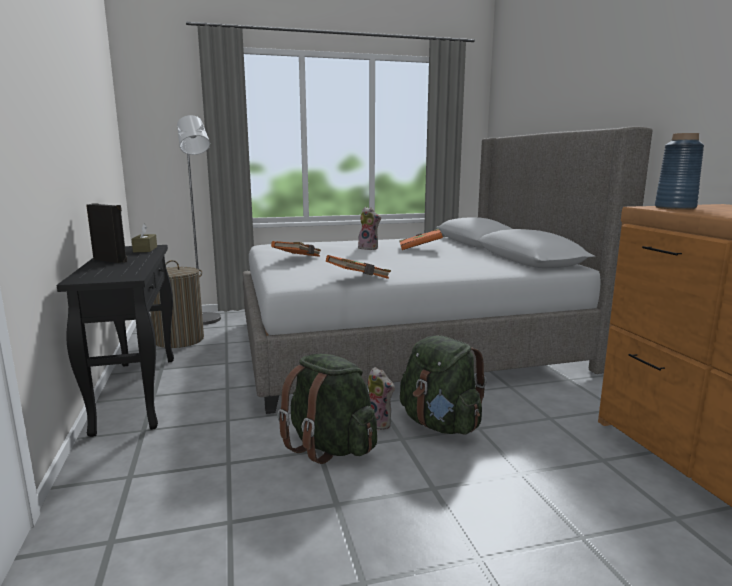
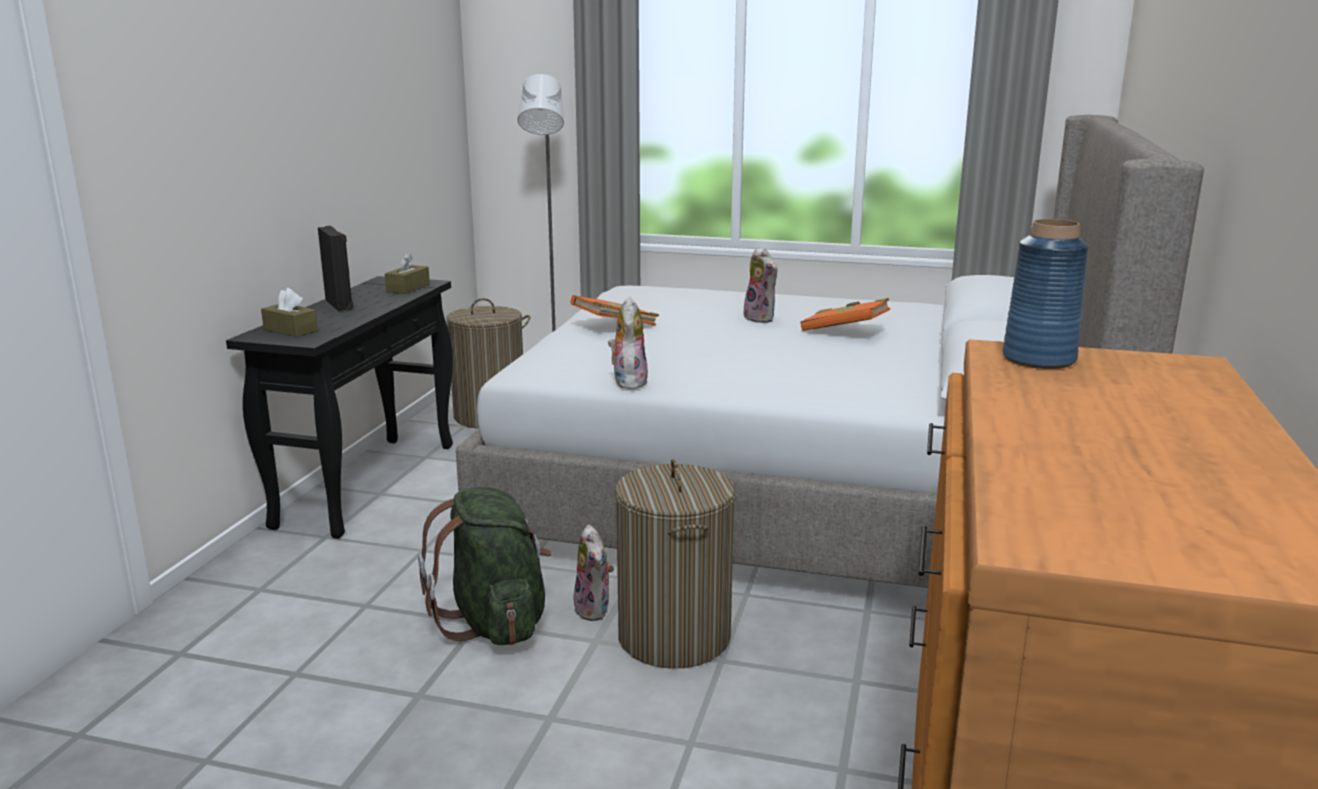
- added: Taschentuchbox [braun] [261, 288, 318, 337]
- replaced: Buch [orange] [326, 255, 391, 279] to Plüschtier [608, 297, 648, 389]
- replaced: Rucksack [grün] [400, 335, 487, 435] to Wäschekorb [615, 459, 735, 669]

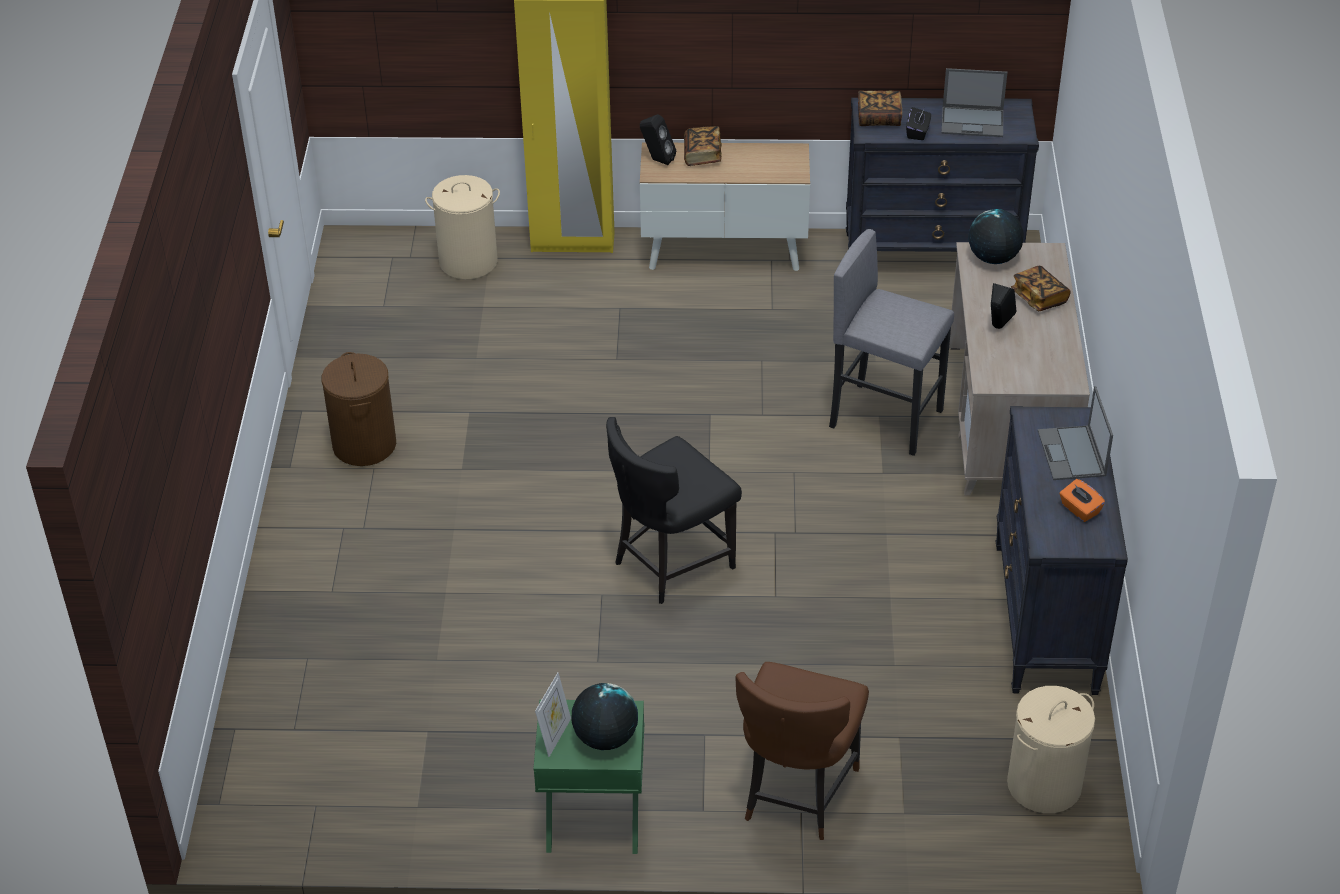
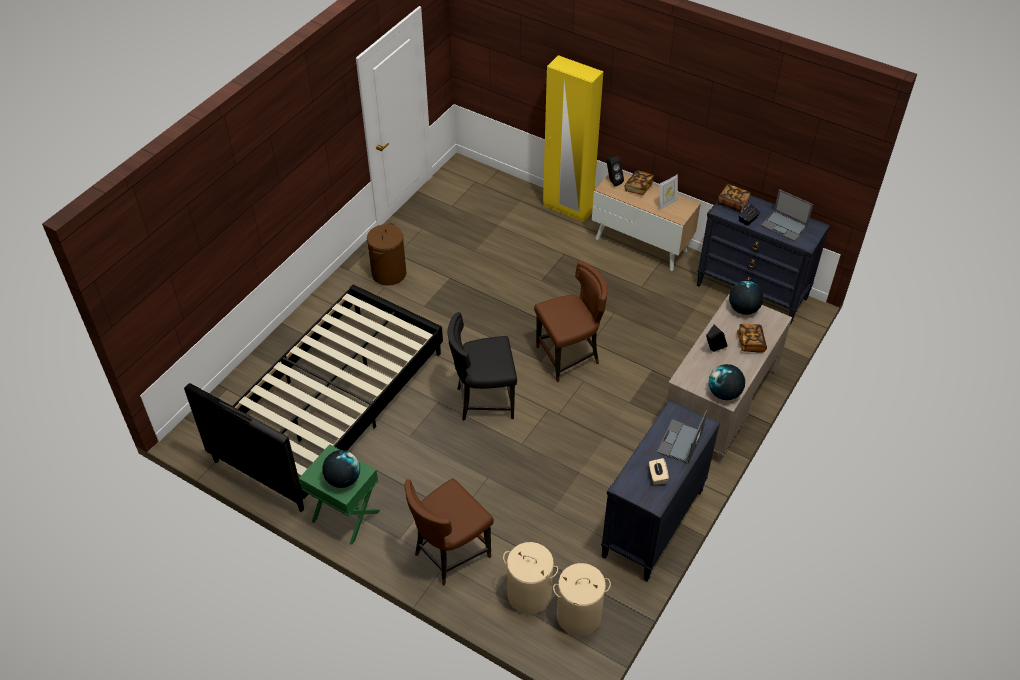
- removed: Hocker [grau] [829, 229, 954, 456]
- added: Bett [schwarz] [184, 285, 443, 512]
- added: Stuhl [braun] [534, 261, 608, 382]
- added: Globus [709, 364, 745, 400]
- moved: Wäschekorb [beige] [425, 175, 500, 279] to [503, 542, 558, 614]
- moved: Bilderrahmen [535, 673, 571, 757] to [659, 174, 678, 210]
- recoloured: Taschentuchbox [orange] [1059, 479, 1105, 522] to Taschentuchbox [beige] [649, 458, 669, 485]

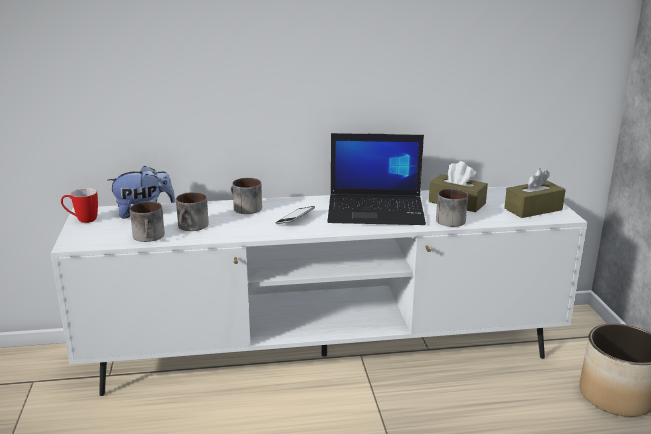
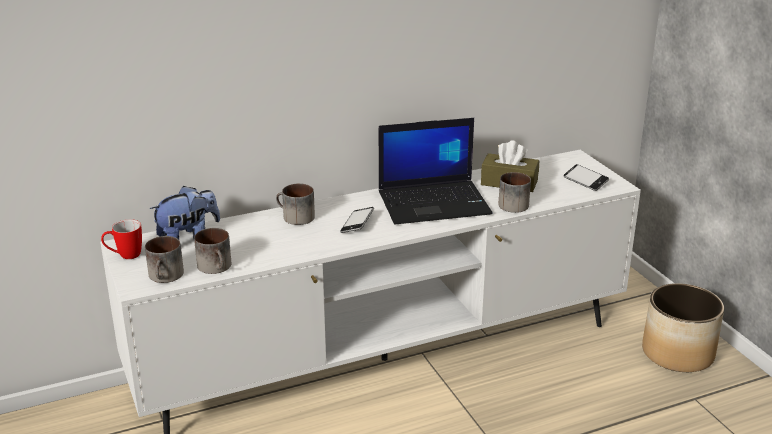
- moved: Henkelbecher [176, 192, 209, 231] to [145, 236, 184, 283]
- replaced: Taschentuchbox [braun] [504, 168, 566, 218] to Handy [563, 164, 609, 191]

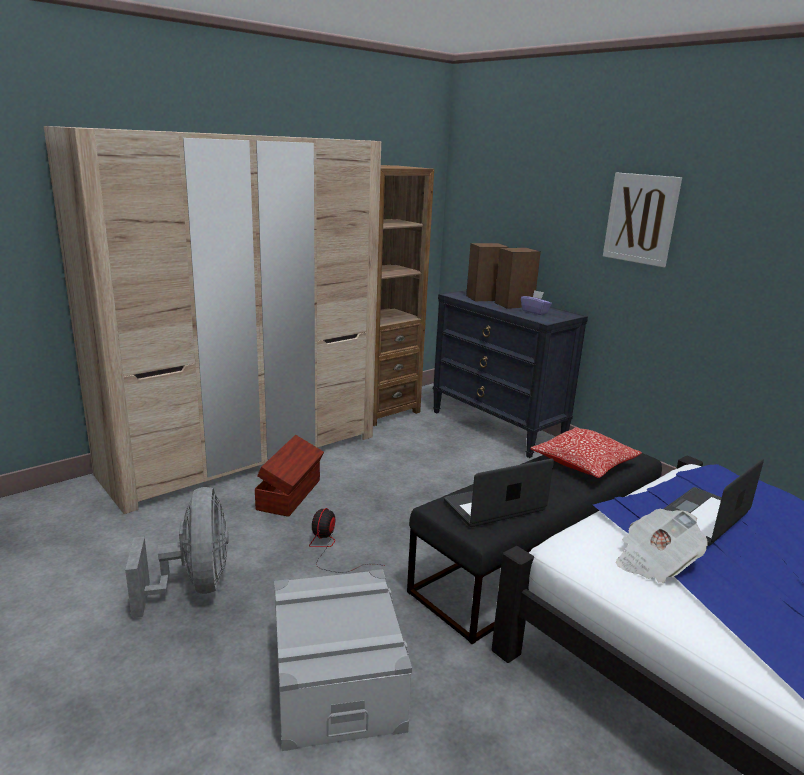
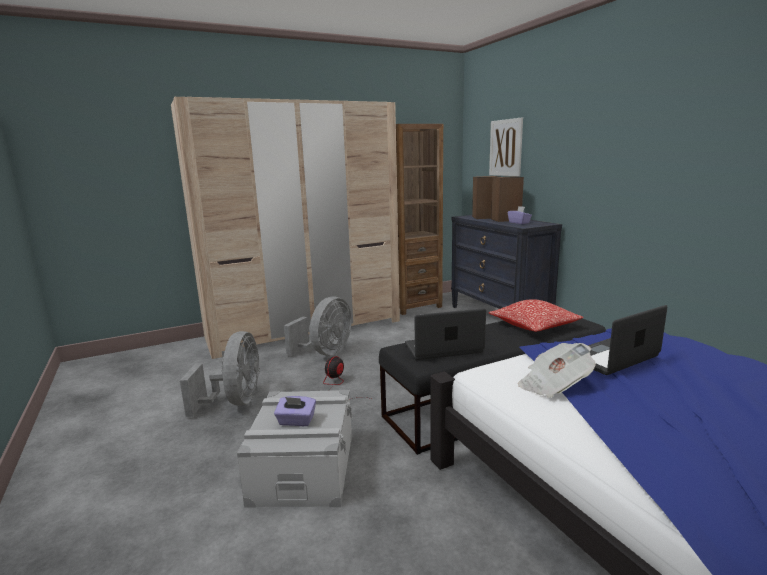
- added: Taschentuchbox [lila] [274, 396, 316, 426]
- moved: Bild [603, 172, 682, 267] to [489, 118, 523, 176]
- replaced: Aufbewahrungsbox [braun] [255, 435, 324, 517] to Ventilator [grau] [284, 297, 352, 356]

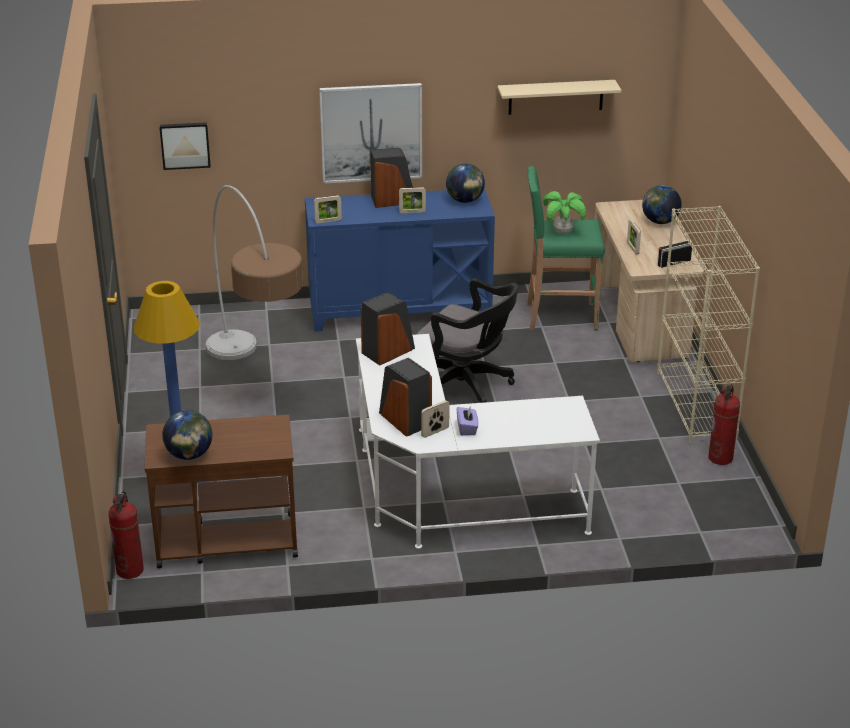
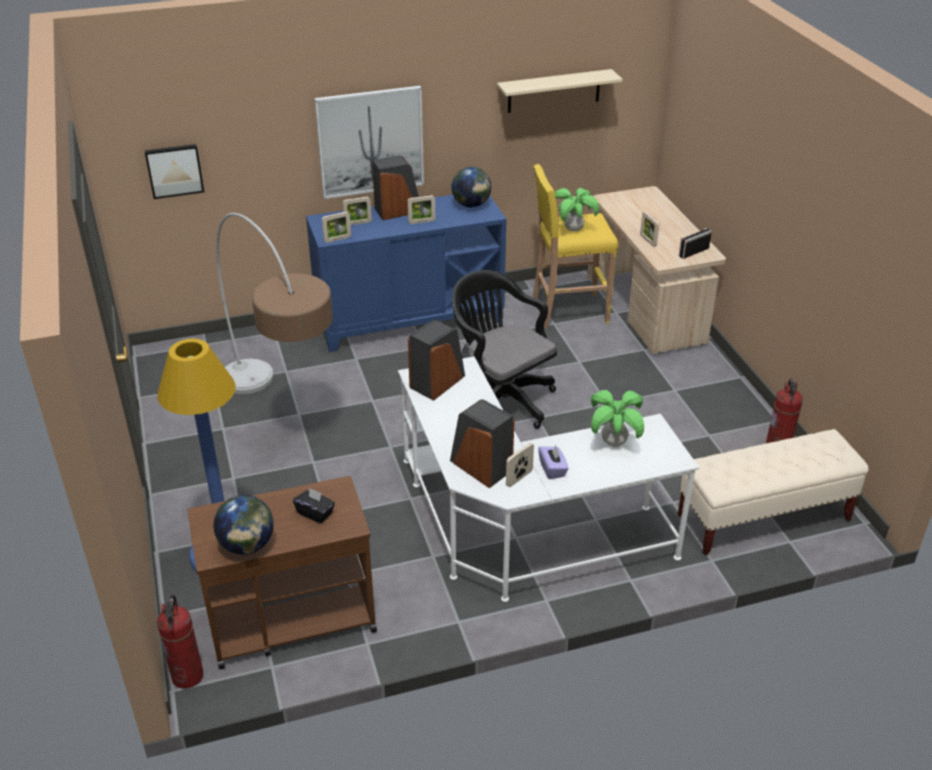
- removed: Globus [642, 185, 681, 224]
- removed: Bücherregal [beige] [657, 206, 760, 443]
- added: Taschentuchbox [schwarz] [293, 488, 335, 523]
- added: Bilderrahmen [343, 196, 372, 225]
- added: Topfpflanze [591, 390, 644, 447]
- added: Bank [beige] [678, 429, 868, 555]
- recoloured: Hocker [grün] [527, 166, 605, 331] to Hocker [gelb] [533, 164, 619, 329]
- turned: Bürostuhl [schwarz] [417, 278, 519, 403] = [452, 270, 557, 429] 150 degrees counterclockwise

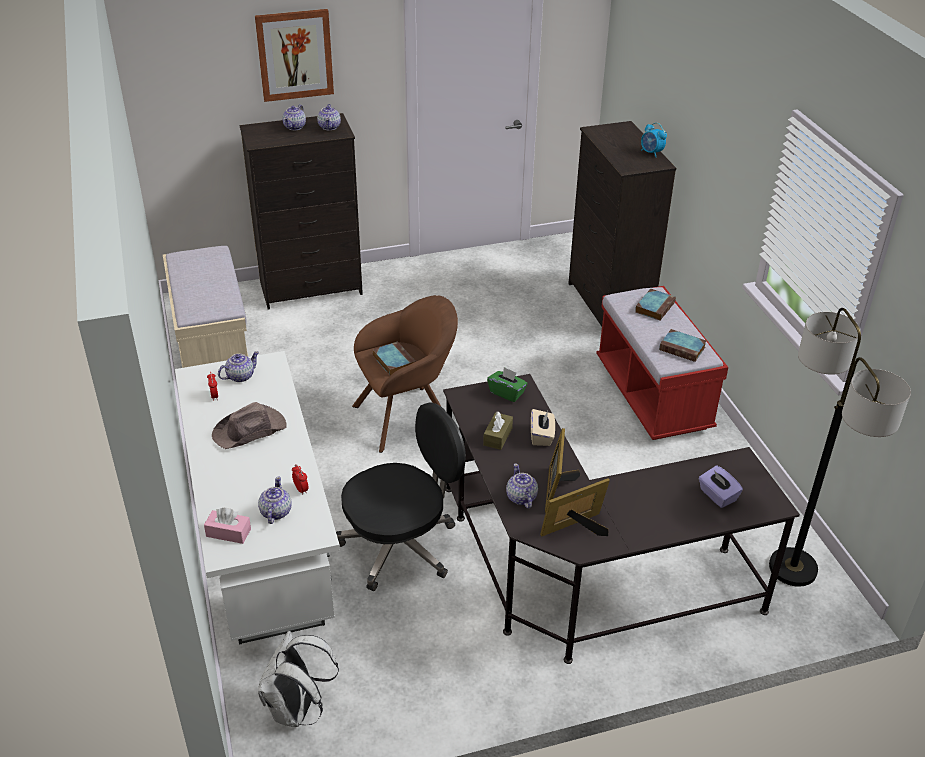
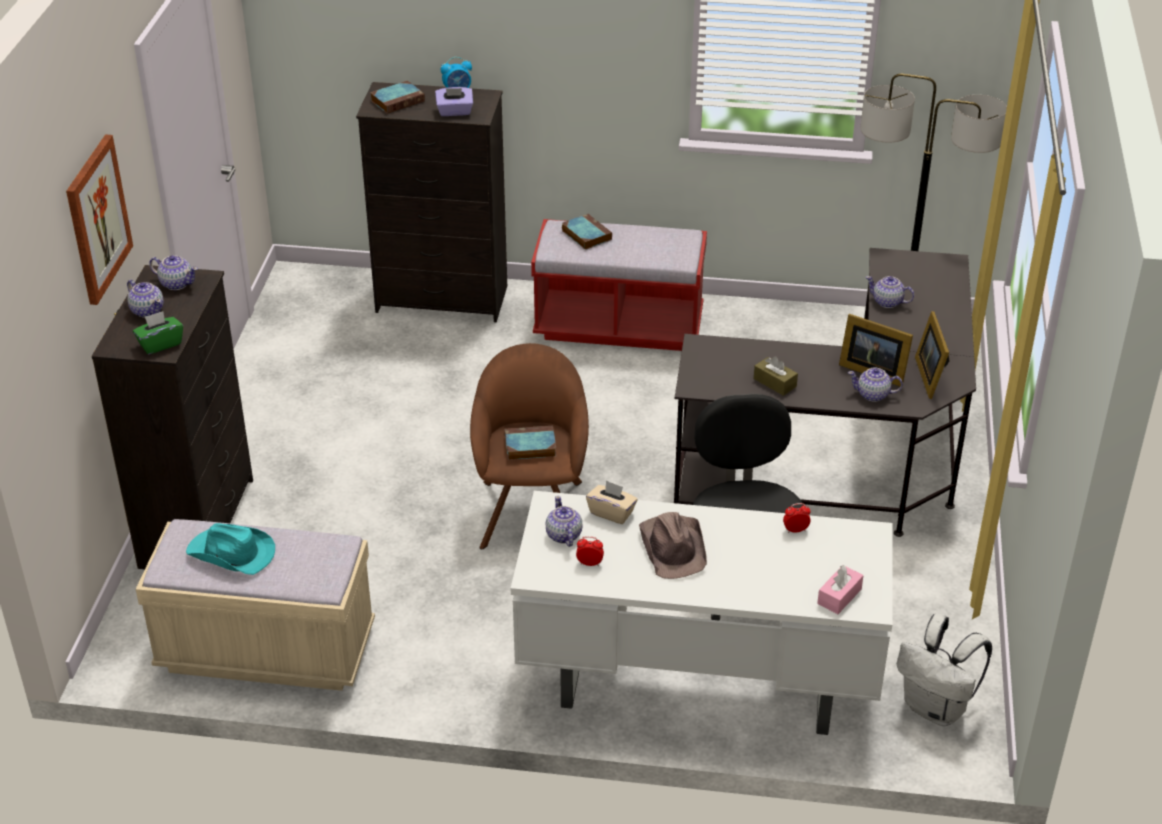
- added: Hut [türkis] [186, 523, 275, 575]
- moved: Teekanne [258, 477, 292, 524] to [866, 276, 914, 308]
- moved: Taschentuchbox [grün] [487, 367, 528, 402] to [133, 311, 183, 355]
- moved: Taschentuchbox [beige] [531, 409, 555, 446] to [586, 480, 638, 524]
- moved: Buch [659, 329, 706, 362] to [370, 81, 425, 114]
- moved: Taschentuchbox [lila] [698, 465, 743, 508] to [435, 87, 473, 116]

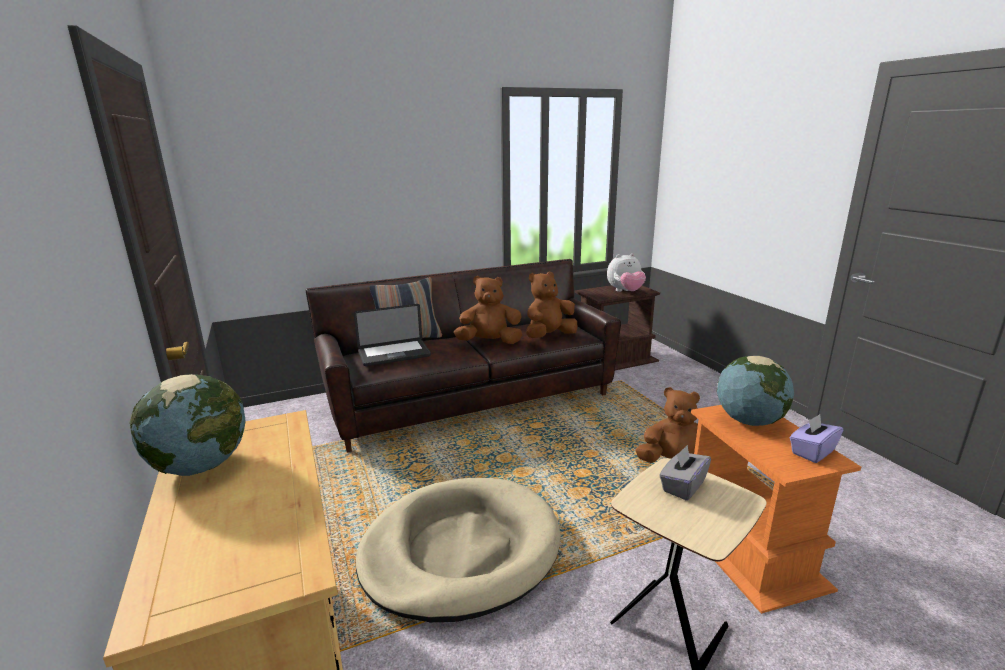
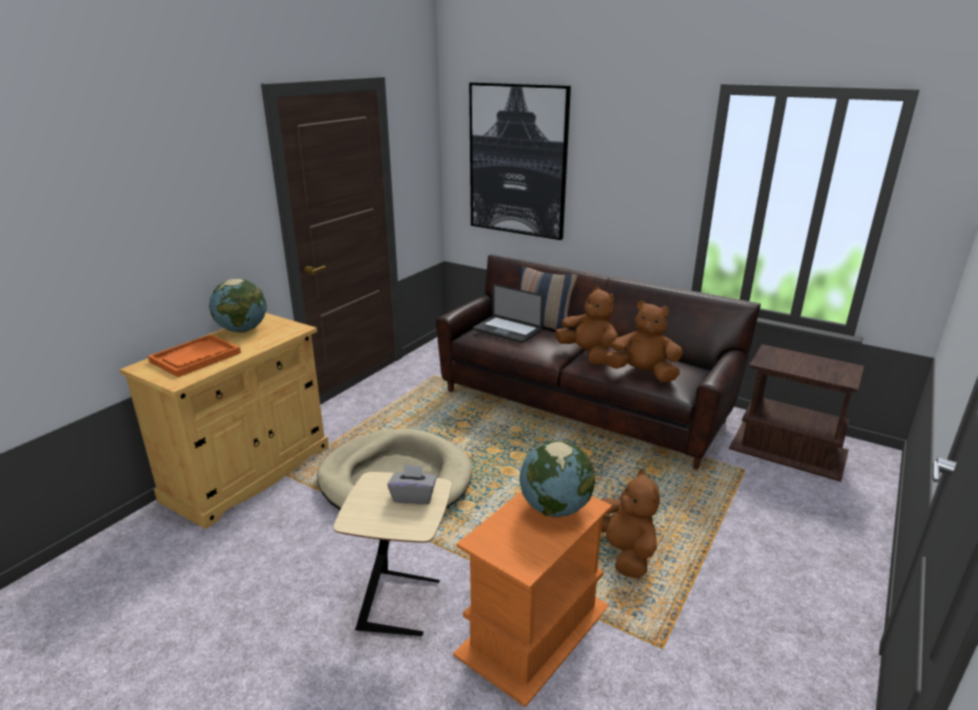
- removed: Plüschtier [607, 253, 646, 292]
- removed: Taschentuchbox [lila] [790, 414, 843, 463]
- added: Tablett [orange] [148, 334, 241, 377]
- added: Bild [469, 82, 571, 240]

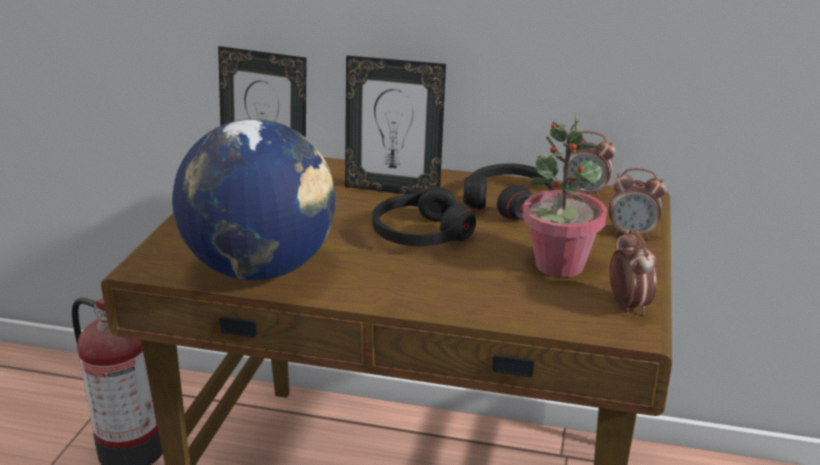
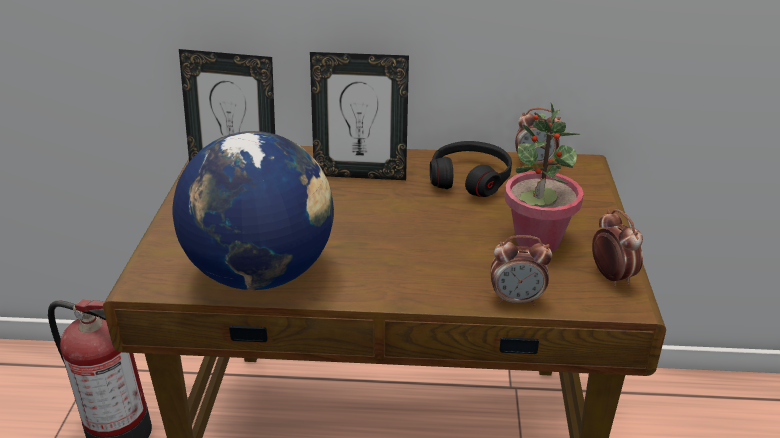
- removed: Kopfhörer [schwarz] [372, 187, 476, 246]
- moved: Wecker [608, 168, 666, 239] to [491, 235, 552, 306]

